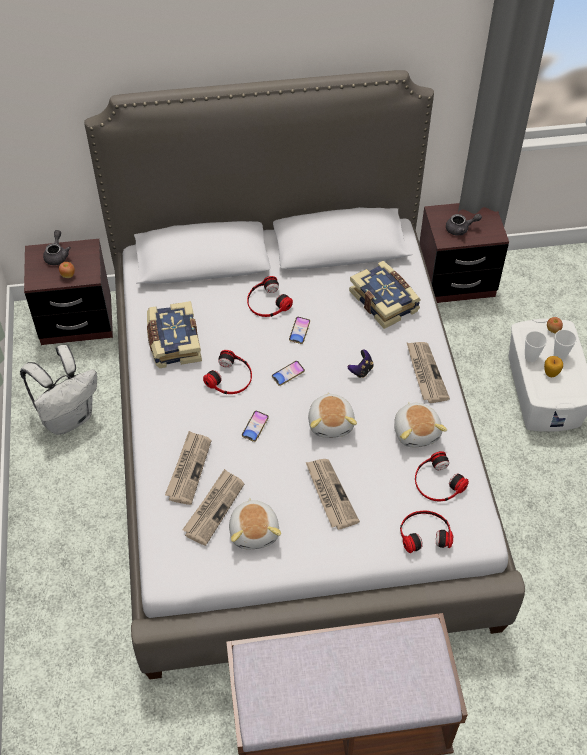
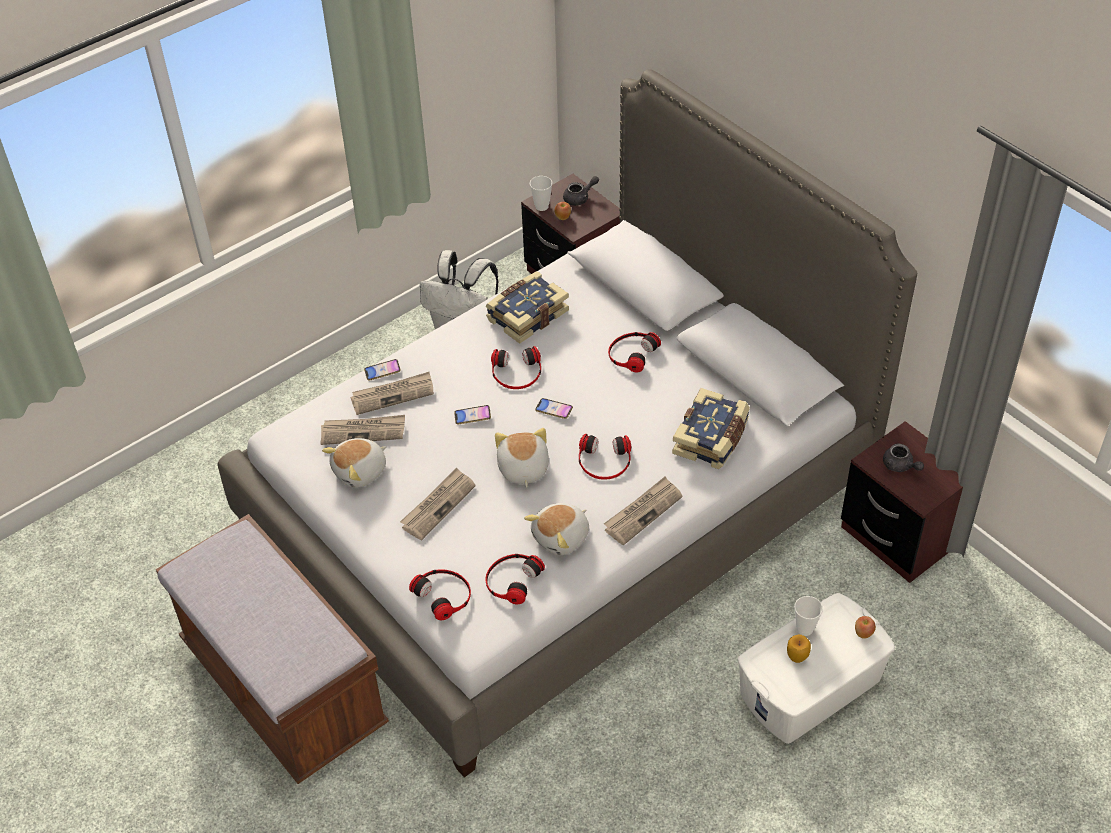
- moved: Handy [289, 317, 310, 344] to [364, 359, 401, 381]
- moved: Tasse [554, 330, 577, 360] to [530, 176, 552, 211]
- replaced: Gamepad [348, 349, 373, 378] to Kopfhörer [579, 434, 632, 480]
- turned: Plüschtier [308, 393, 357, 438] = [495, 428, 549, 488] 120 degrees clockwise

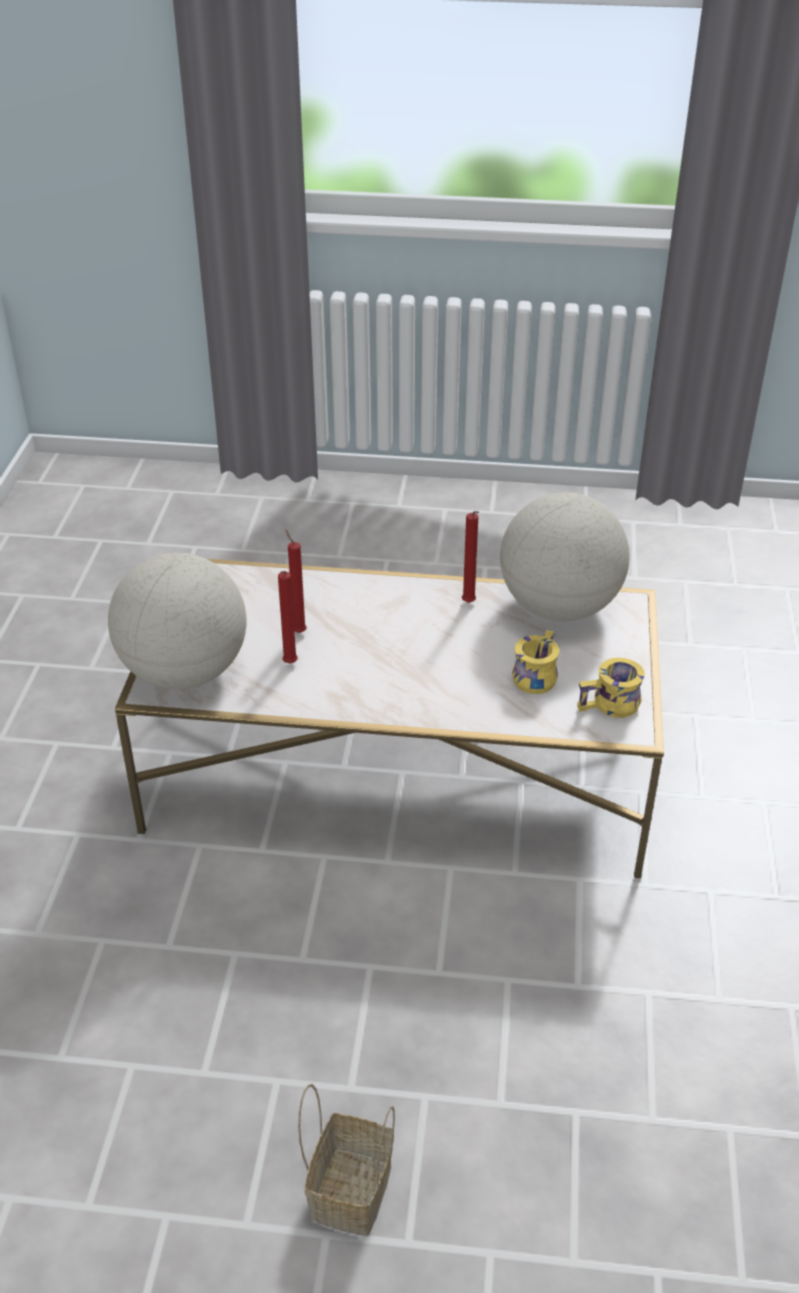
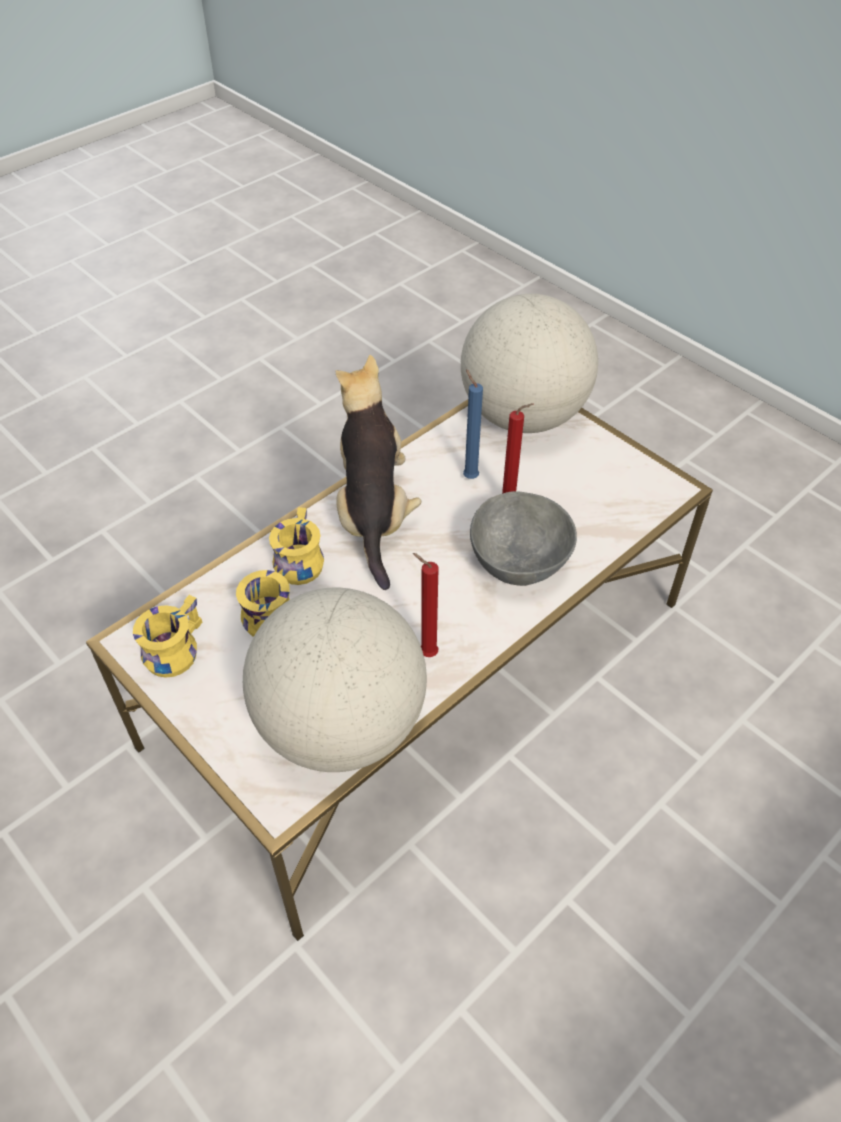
- removed: Korb [298, 1084, 395, 1236]
- added: Henkelbecher [gelb] [269, 507, 324, 585]
- added: Plüschtier [336, 355, 422, 590]
- added: Schüssel [grau] [470, 491, 577, 586]
- recoloured: Kerze [rot] [278, 571, 298, 664] to Kerze [blau] [463, 369, 483, 479]

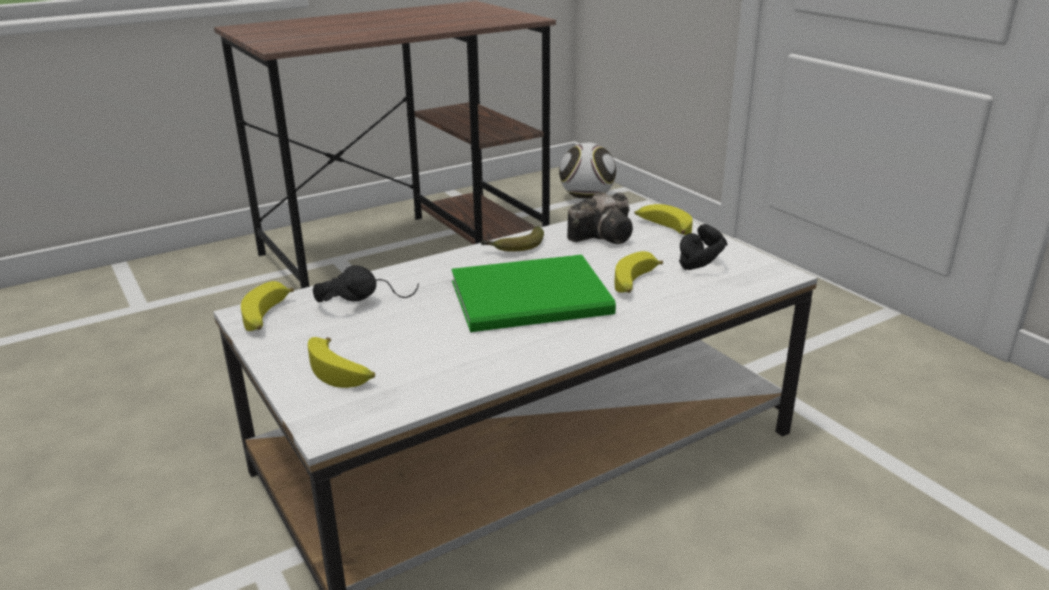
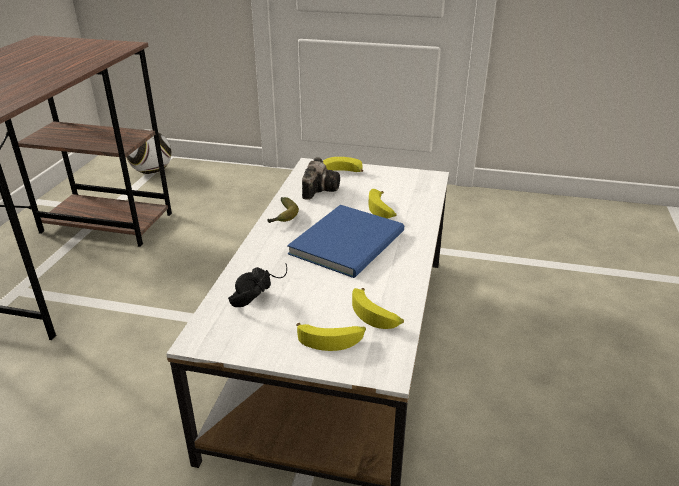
- removed: Kopfhörer [schwarz] [679, 224, 728, 270]
- moved: Banane [241, 281, 294, 331] to [352, 288, 404, 329]
- recoloured: Buch [grün] [451, 255, 616, 332] to Buch [blau] [287, 205, 404, 278]

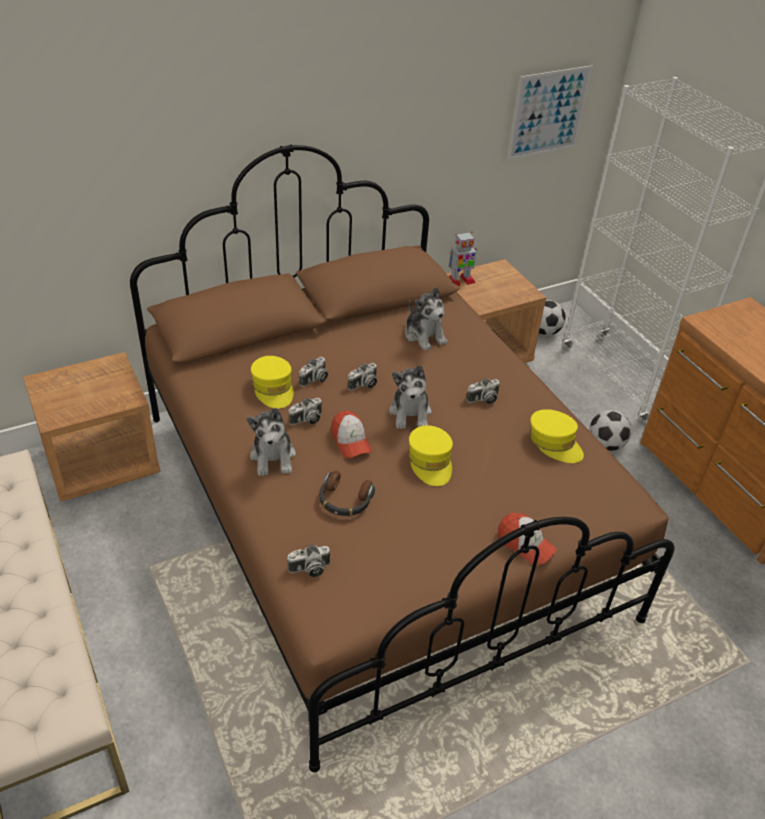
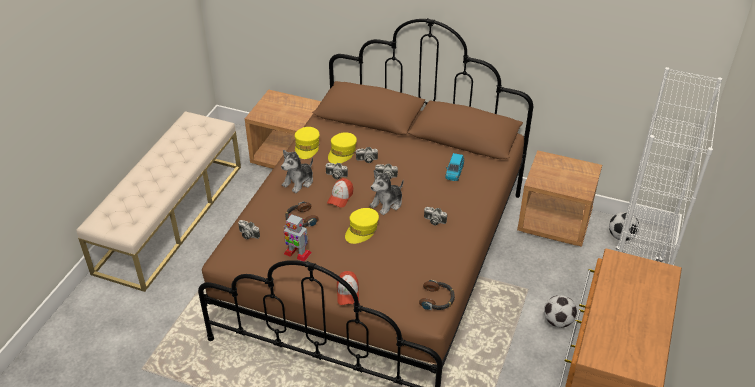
- removed: Bild [507, 65, 592, 160]
- added: Kopfhörer [419, 280, 455, 310]
- moved: Spielzeugroboter [448, 232, 477, 286] to [284, 214, 312, 262]
- moved: Kappe [gelb] [530, 409, 584, 463] to [295, 127, 320, 159]
- replaced: Plüschtier [405, 287, 448, 351] to Spielzeugauto [blau] [445, 153, 464, 181]

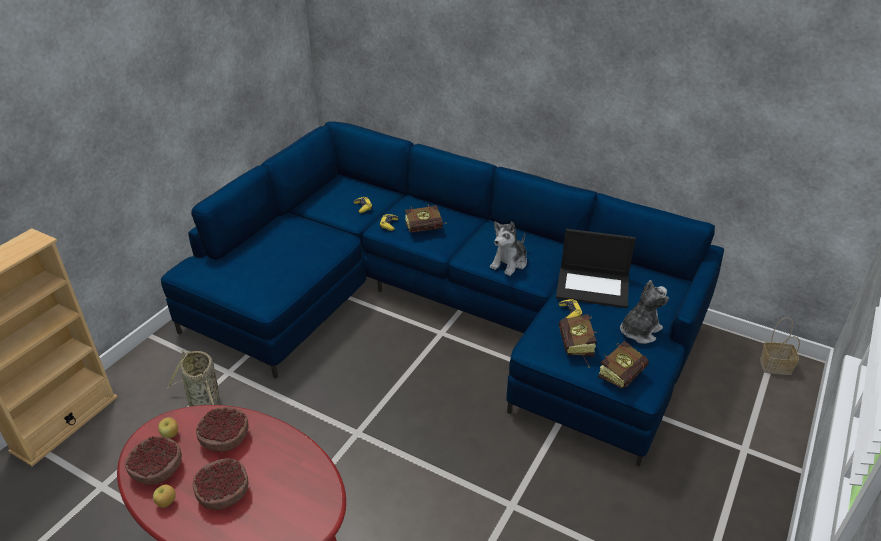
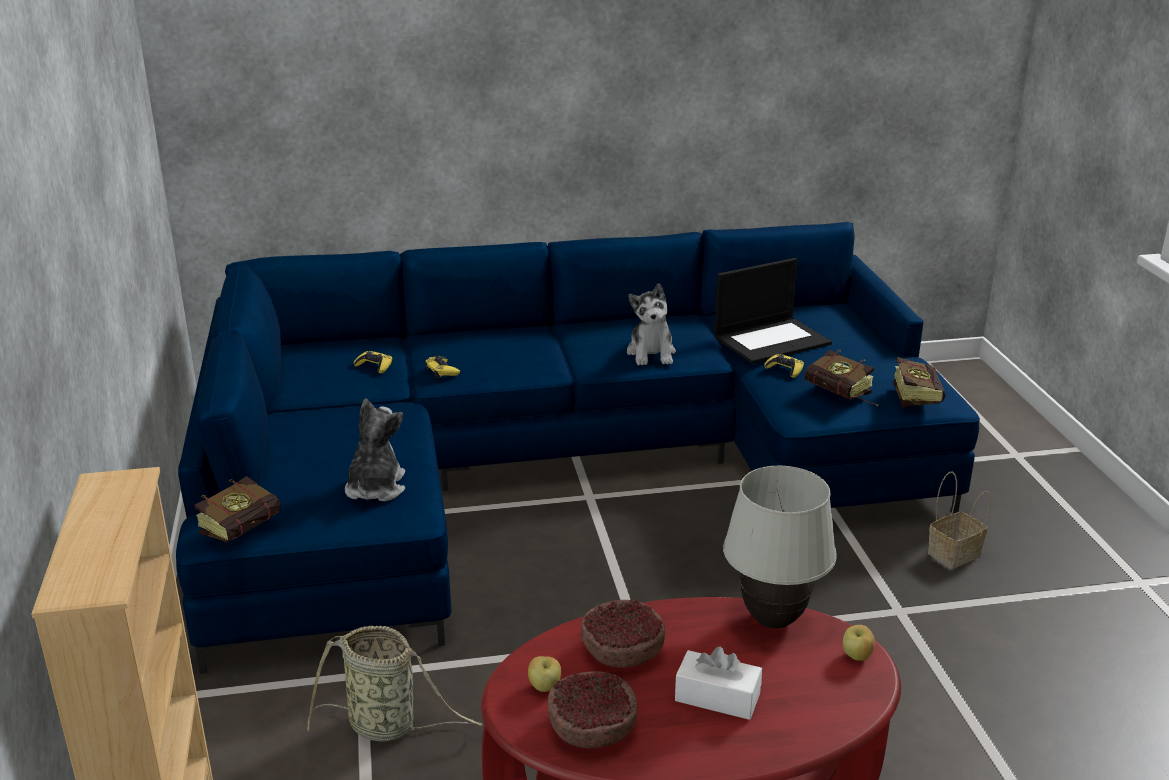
- added: Tischlampe [weiß] [723, 465, 837, 629]
- moved: Apfel [153, 484, 176, 508] to [843, 625, 875, 661]
- moved: Buch [405, 205, 447, 232] to [195, 476, 281, 543]
- moved: Plüschtier [620, 280, 669, 344] to [345, 398, 405, 501]
- moved: Korb [760, 317, 800, 375] to [928, 472, 990, 569]
- replaced: Schüssel [193, 458, 248, 510] to Taschentuchbox [weiß] [675, 647, 762, 720]

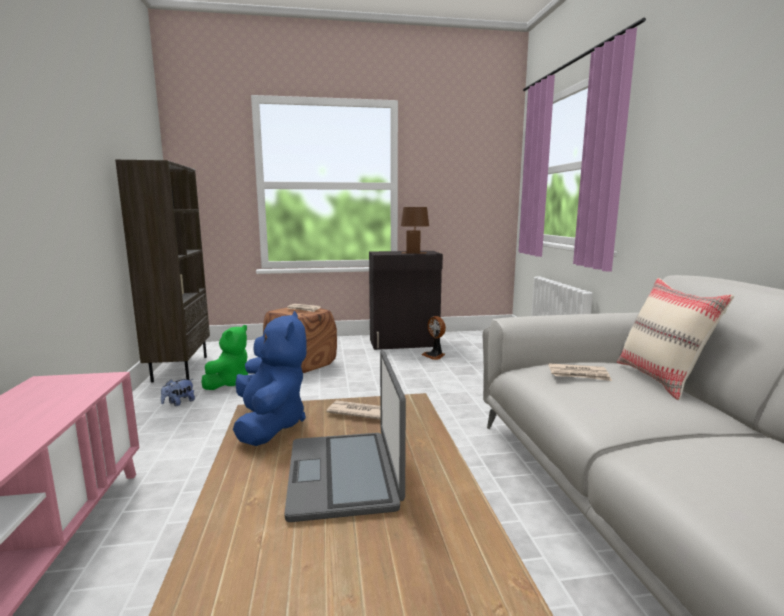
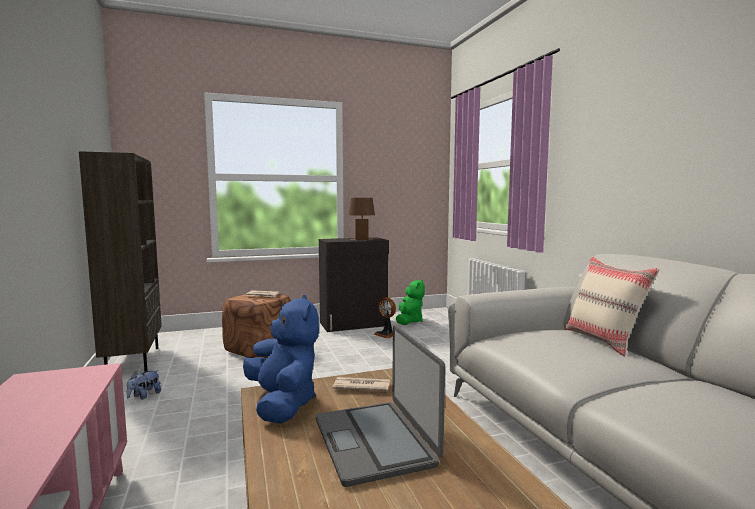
- removed: Zeitung [548, 363, 612, 381]
- moved: Plüschtier [grün] [201, 325, 248, 390] to [396, 279, 425, 325]

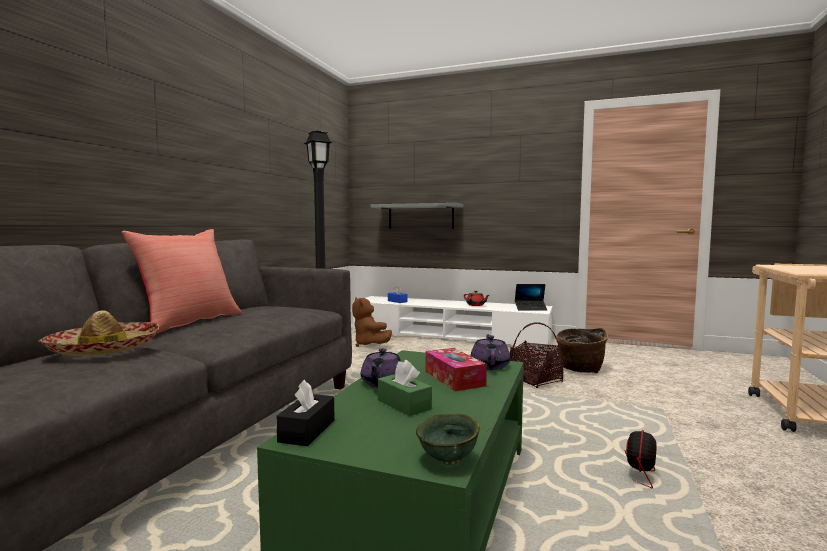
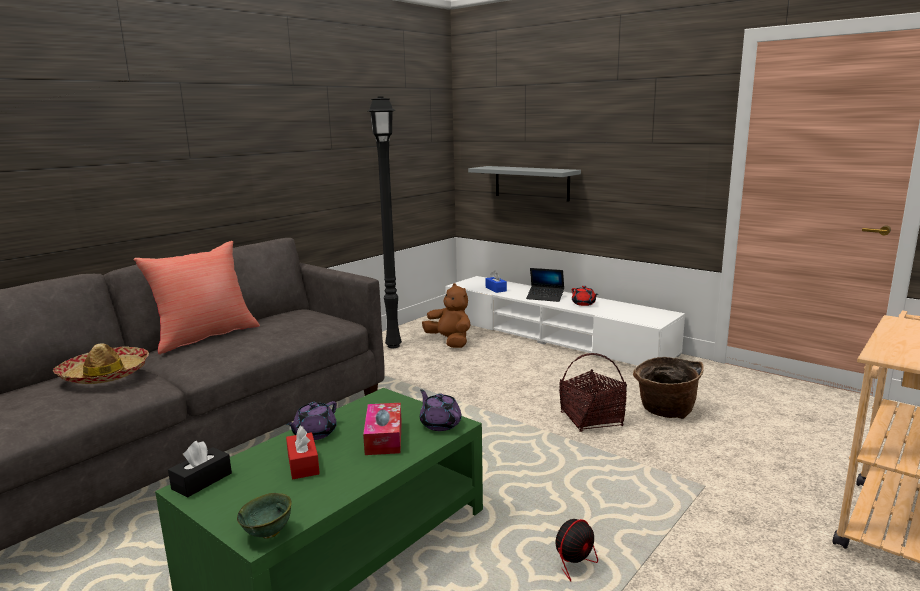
- moved: Laptop [515, 284, 547, 311] to [526, 268, 564, 302]
- recoloured: Taschentuchbox [grün] [378, 360, 432, 416] to Taschentuchbox [rot] [286, 426, 320, 479]
- turned: Plüschtier [braun] [352, 297, 392, 347] = [422, 283, 470, 348] 150 degrees clockwise
- turned: Teekanne [lila] [471, 334, 511, 370] = [420, 389, 462, 431] 60 degrees counterclockwise

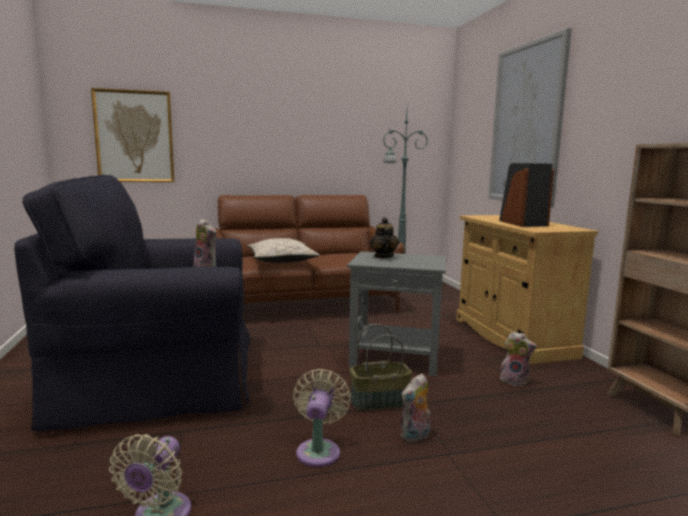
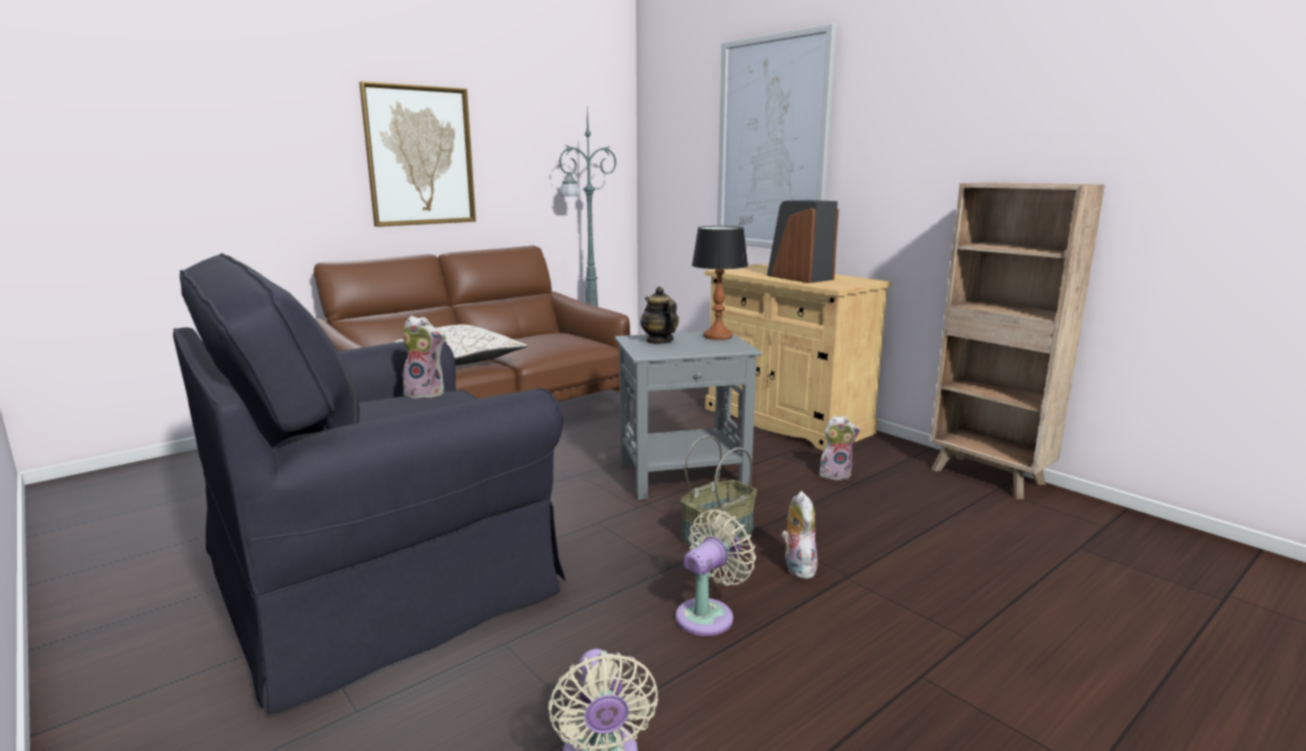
- added: Tischlampe [692, 226, 748, 340]
- moved: Bild [91, 88, 174, 182] to [359, 81, 476, 227]
- turned: Ventilator [beige] [293, 369, 351, 467] = [675, 510, 756, 636] 60 degrees clockwise
- turned: Plüschtier [400, 373, 430, 442] = [781, 491, 818, 579] 150 degrees clockwise

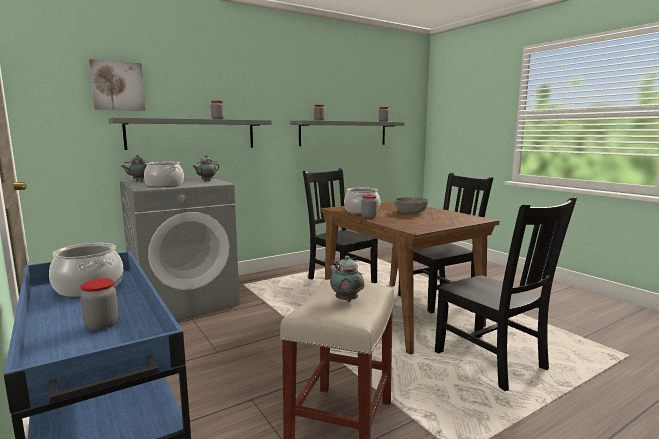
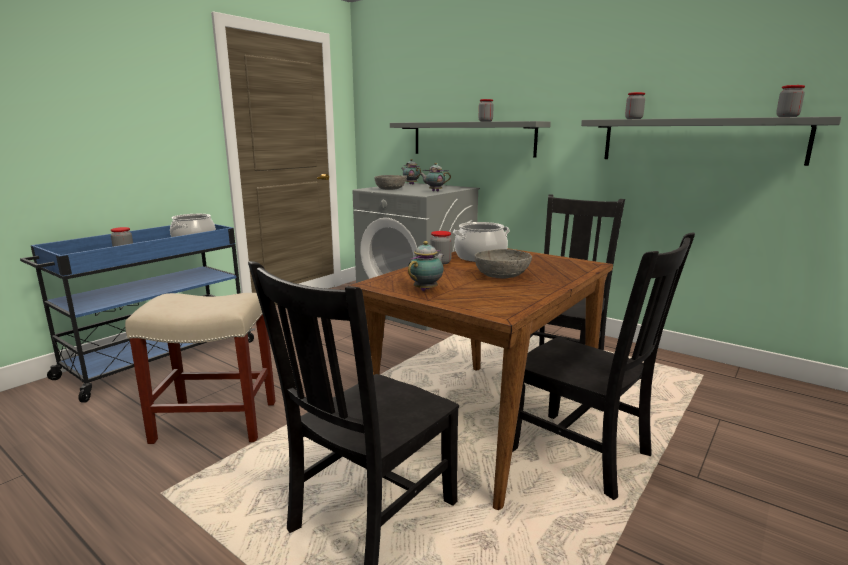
- removed: Bild [89, 59, 145, 111]
- moved: Teekanne [329, 256, 364, 302] to [408, 241, 444, 291]
- replaced: Kochtopf [144, 162, 184, 187] to Schüssel [grau] [374, 175, 407, 190]

